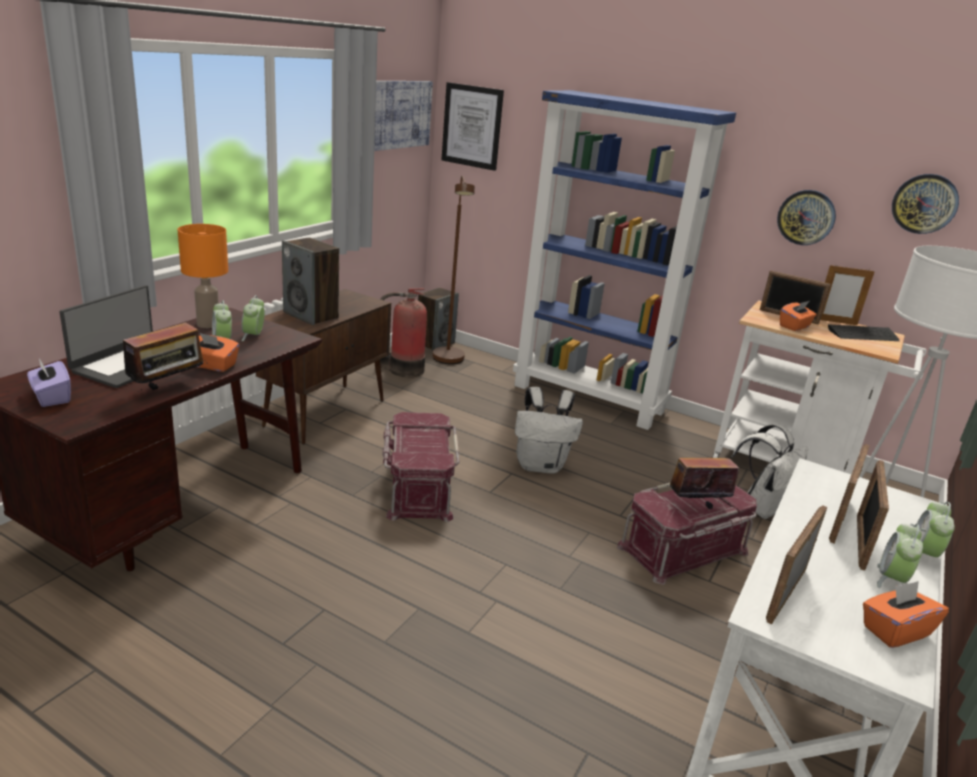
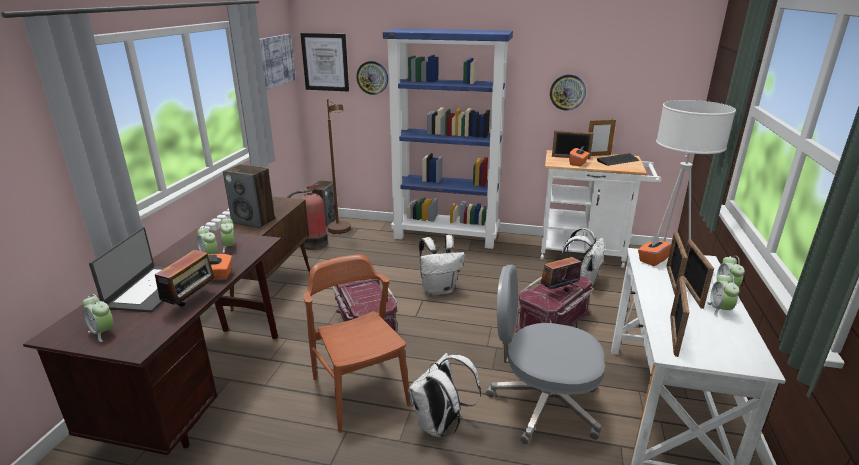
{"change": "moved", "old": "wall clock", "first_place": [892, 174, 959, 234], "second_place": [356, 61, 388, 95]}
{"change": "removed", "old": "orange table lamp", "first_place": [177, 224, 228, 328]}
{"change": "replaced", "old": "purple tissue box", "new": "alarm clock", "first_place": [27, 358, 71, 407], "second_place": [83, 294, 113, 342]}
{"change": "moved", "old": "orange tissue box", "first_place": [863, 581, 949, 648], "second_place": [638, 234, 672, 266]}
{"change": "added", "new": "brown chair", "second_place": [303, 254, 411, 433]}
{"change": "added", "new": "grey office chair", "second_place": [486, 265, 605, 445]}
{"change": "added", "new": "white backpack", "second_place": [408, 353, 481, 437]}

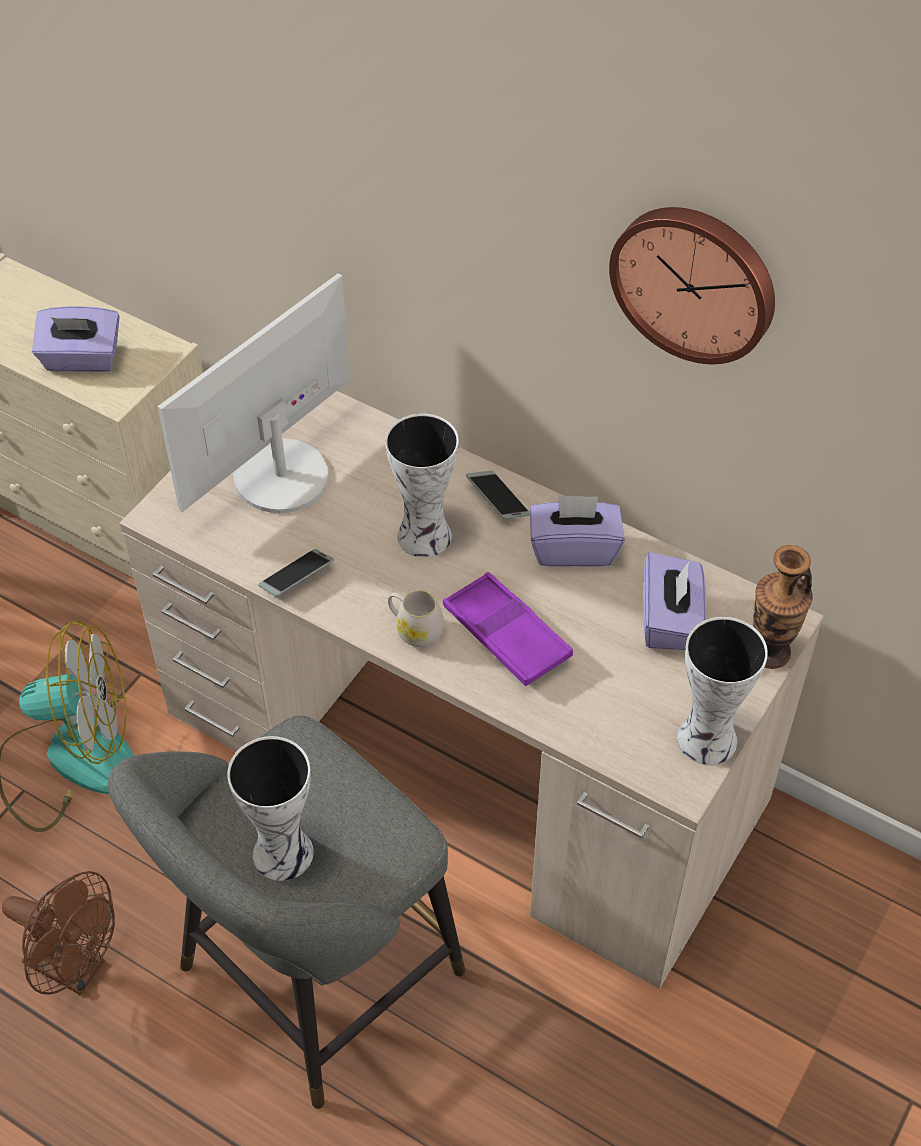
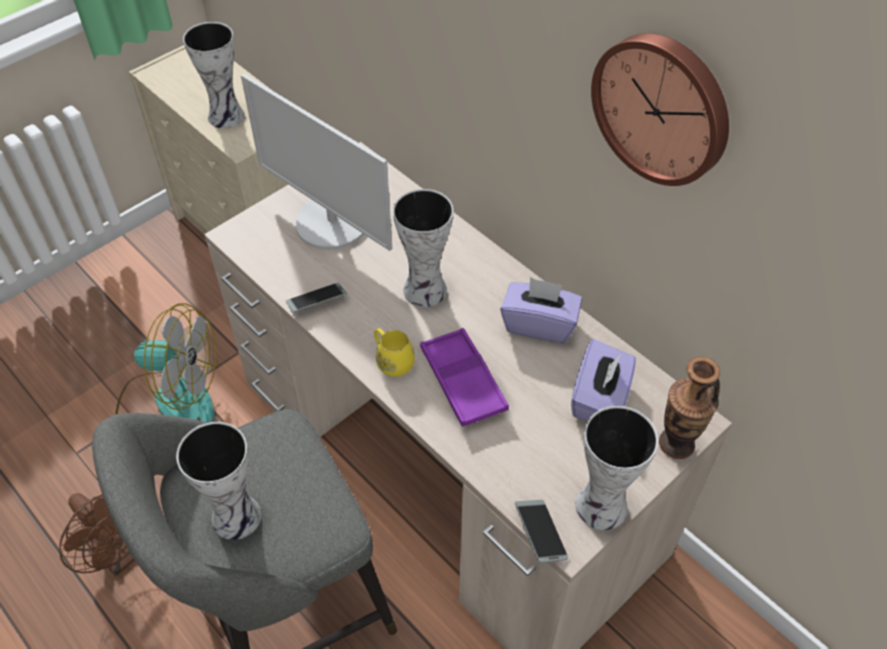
{"change": "turned", "old": "monitor", "first_place": [158, 273, 350, 513], "second_place": [241, 74, 392, 251], "degrees": -105}
{"change": "replaced", "old": "purple tissue box", "new": "vase", "first_place": [32, 306, 120, 372], "second_place": [183, 22, 245, 129]}
{"change": "moved", "old": "phone", "first_place": [466, 471, 530, 519], "second_place": [515, 500, 568, 563]}
{"change": "recoloured", "old": "white mug", "new": "yellow mug", "first_place": [388, 590, 444, 647], "second_place": [374, 328, 415, 377]}

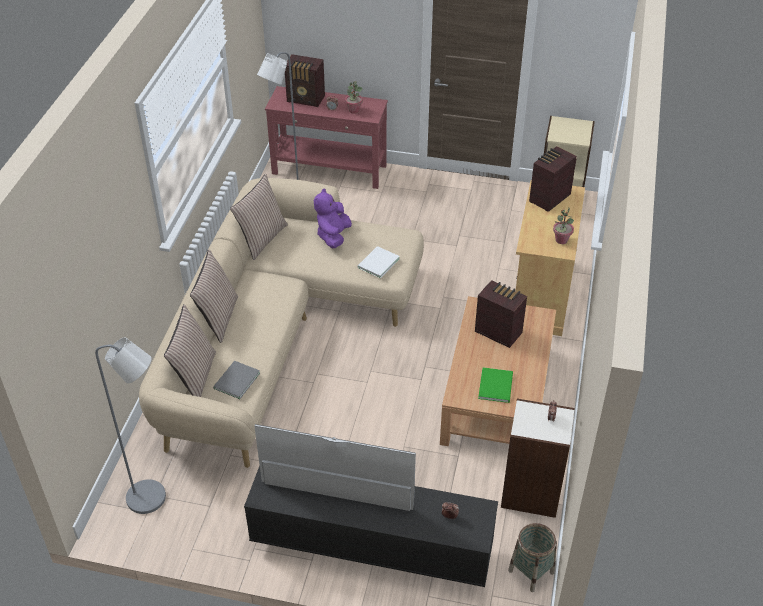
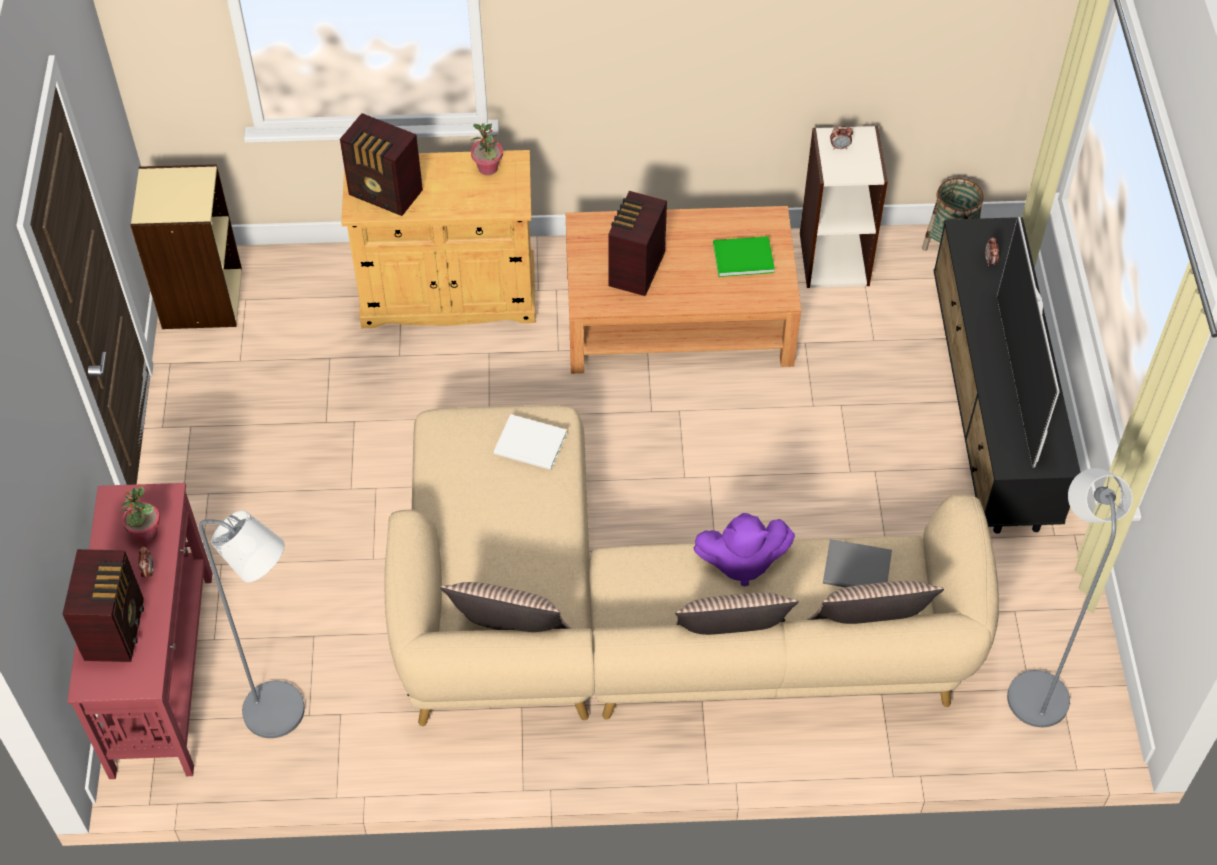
{"change": "moved", "old": "purple plush toy", "first_place": [314, 188, 352, 248], "second_place": [693, 513, 795, 586]}

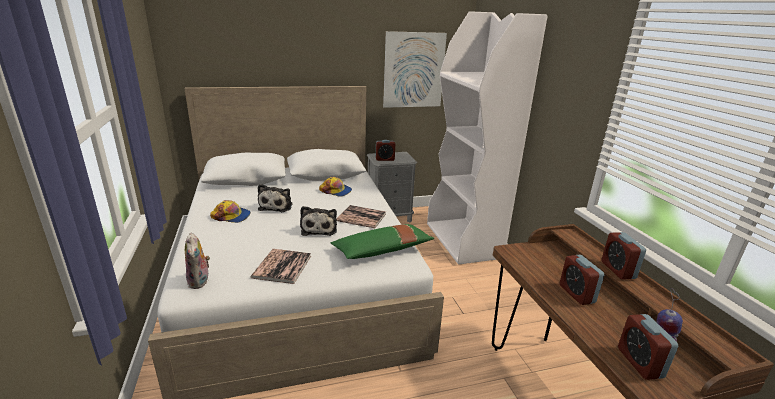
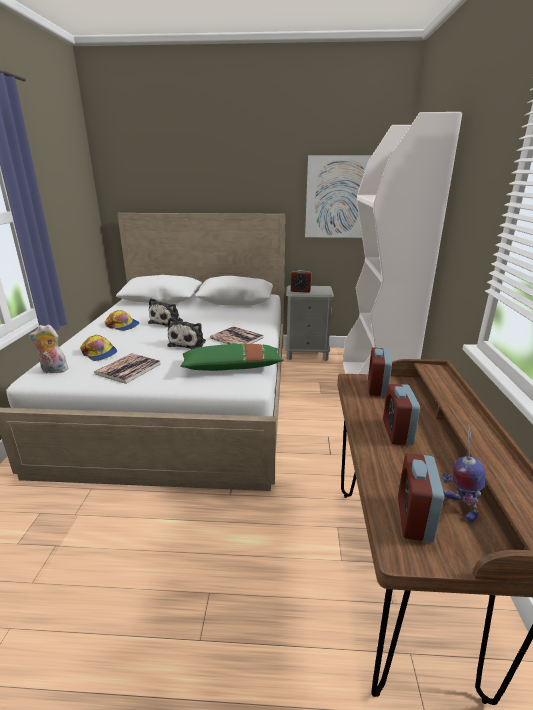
{"change": "moved", "old": "cap", "first_place": [319, 177, 352, 197], "second_place": [80, 335, 117, 361]}
{"change": "moved", "old": "alarm clock", "first_place": [602, 232, 646, 280], "second_place": [368, 347, 392, 397]}
{"change": "turned", "old": "plush toy", "first_place": [185, 233, 210, 289], "second_place": [29, 324, 68, 373], "degrees": 90}

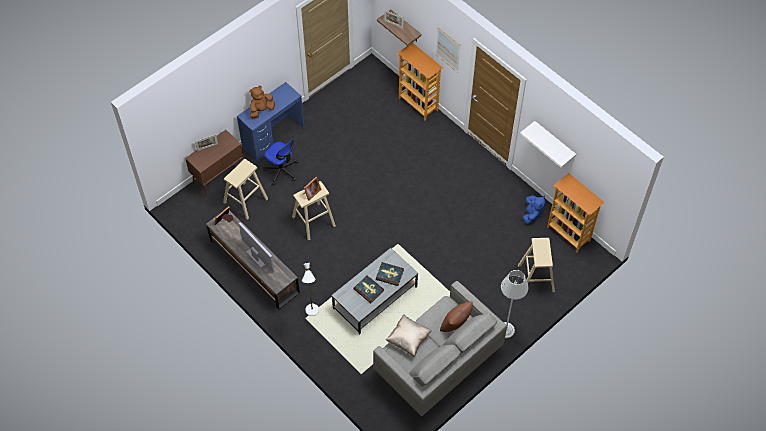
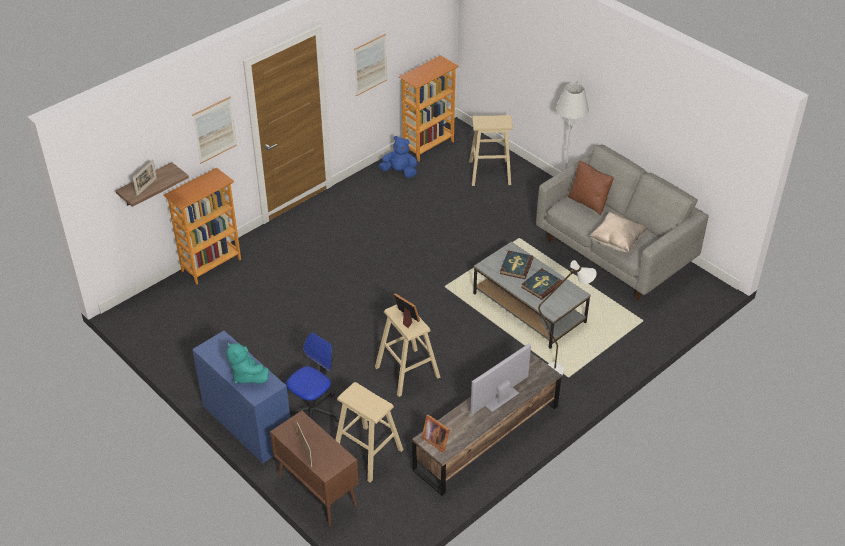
{"change": "recoloured", "old": "brown plush toy", "new": "turquoise plush toy", "first_place": [249, 86, 275, 118], "second_place": [226, 342, 269, 384]}
{"change": "replaced", "old": "white shelf", "new": "picture", "first_place": [520, 121, 576, 168], "second_place": [354, 34, 387, 96]}

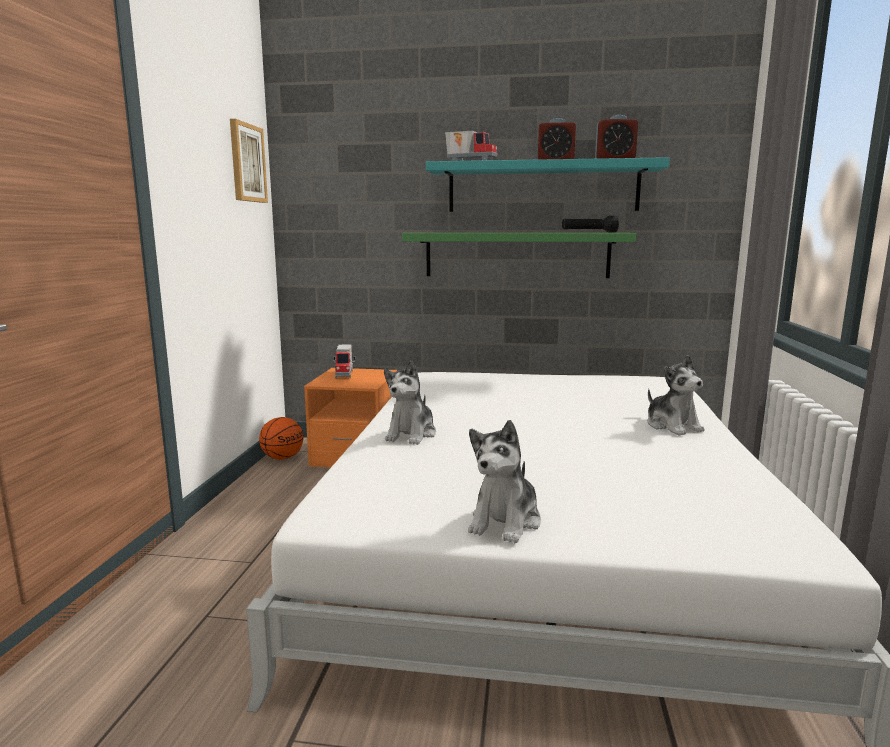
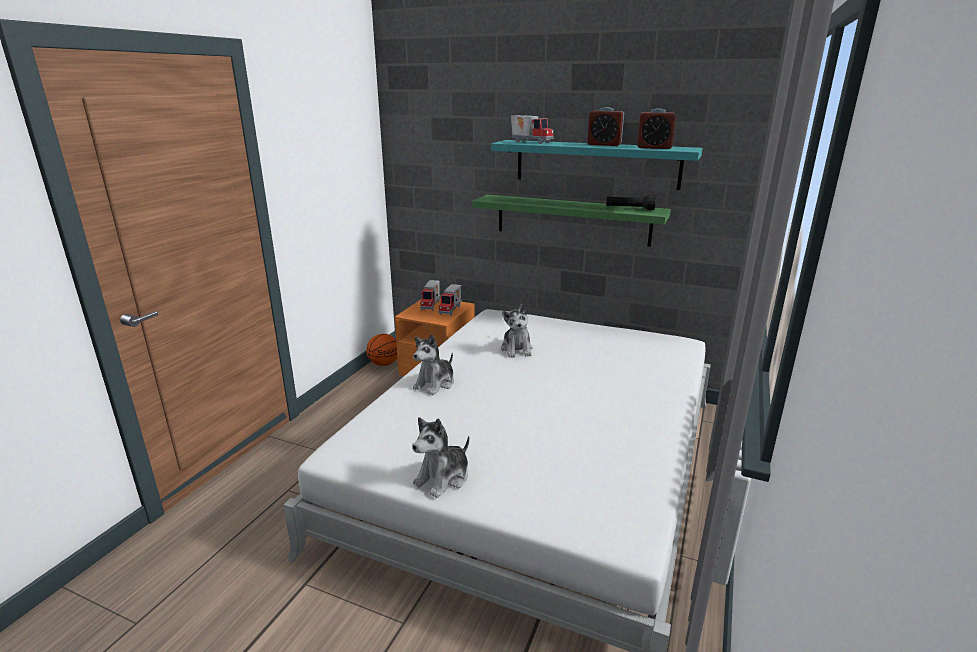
{"change": "removed", "old": "picture", "first_place": [230, 119, 268, 203]}
{"change": "moved", "old": "plush toy", "first_place": [647, 355, 705, 436], "second_place": [501, 304, 533, 358]}
{"change": "added", "new": "toy truck", "second_place": [438, 284, 461, 316]}

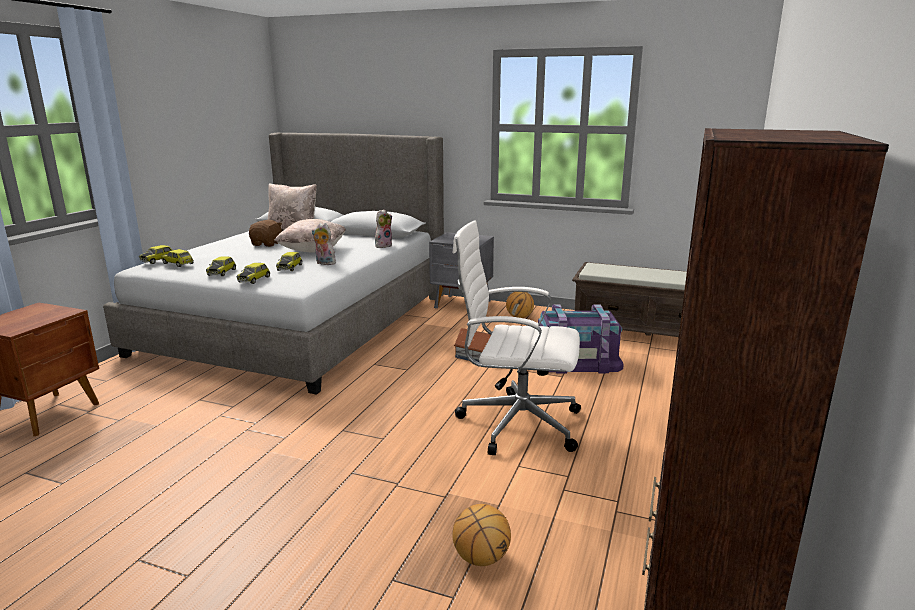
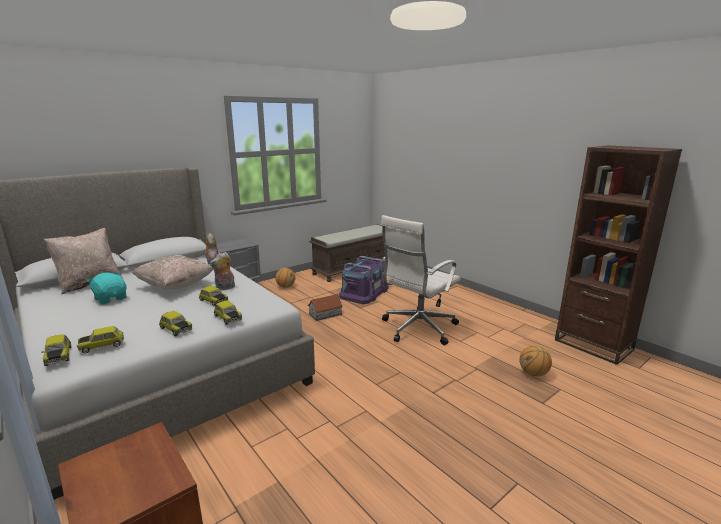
{"change": "recoloured", "old": "brown plush toy", "new": "turquoise plush toy", "first_place": [249, 220, 282, 247], "second_place": [86, 272, 127, 305]}

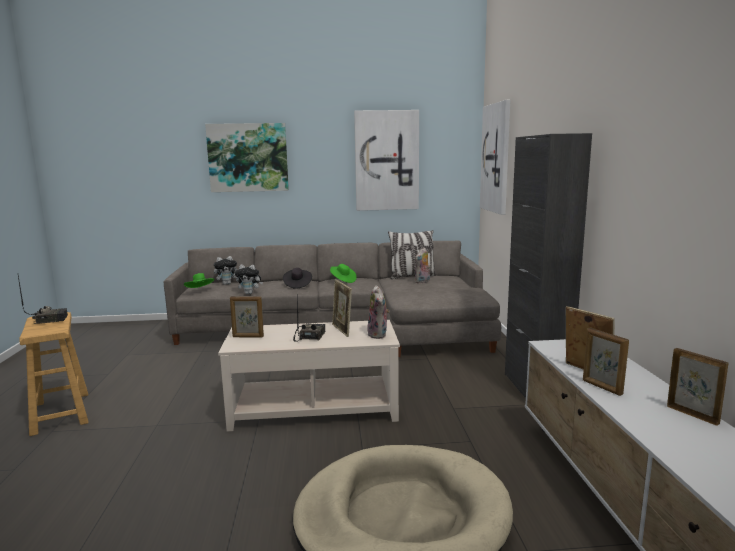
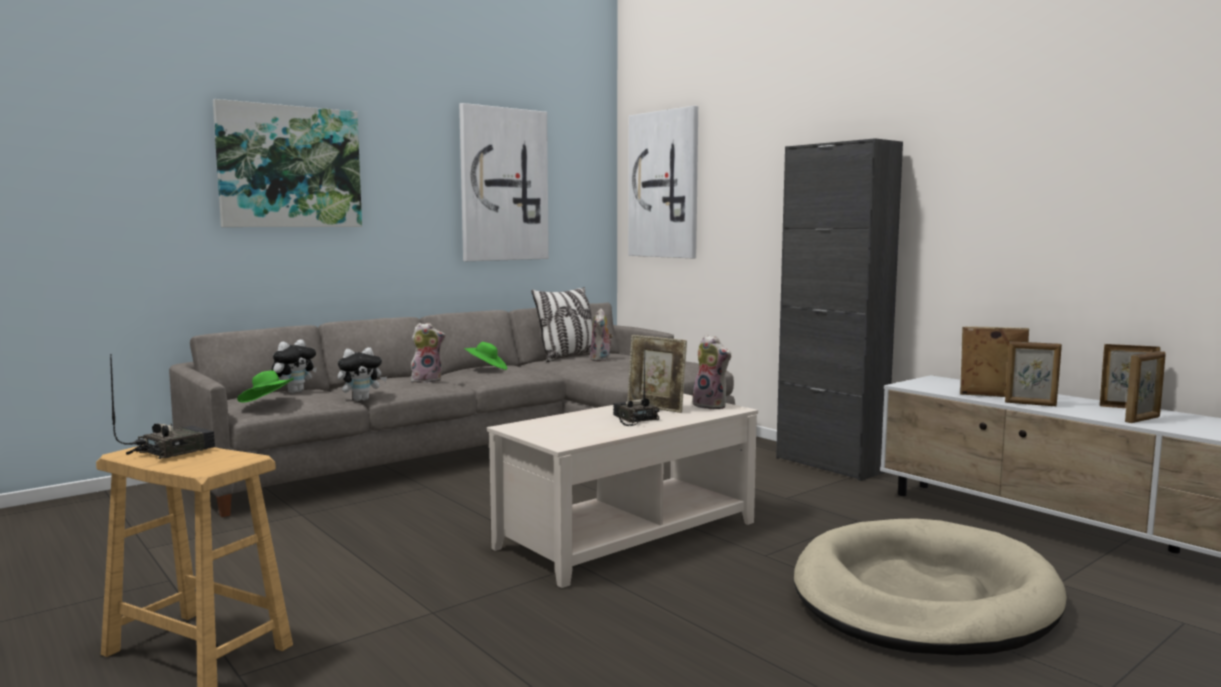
{"change": "replaced", "old": "black hat", "new": "plush toy", "first_place": [283, 268, 312, 288], "second_place": [411, 323, 446, 383]}
{"change": "moved", "old": "picture frame", "first_place": [230, 296, 264, 338], "second_place": [1125, 351, 1166, 423]}

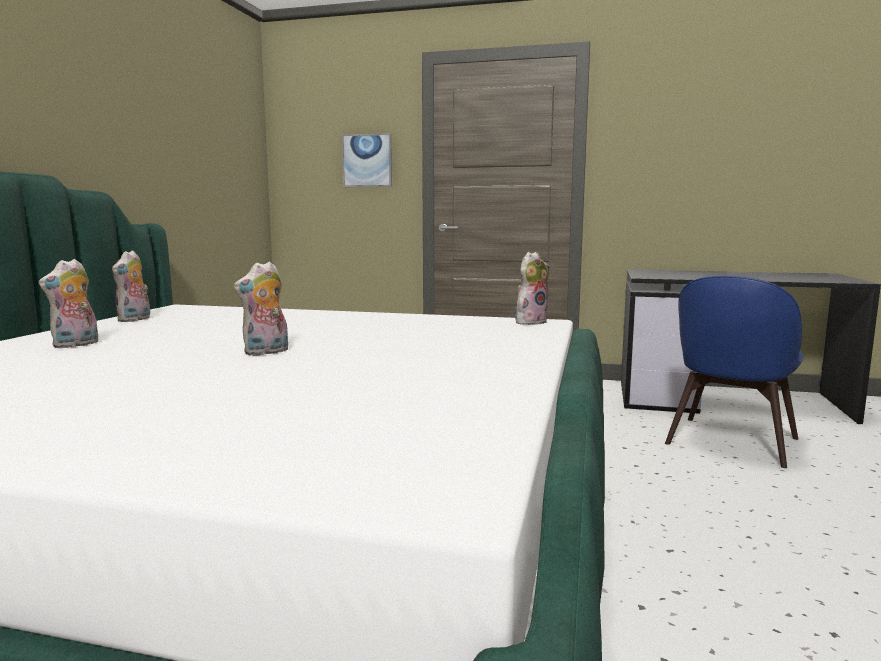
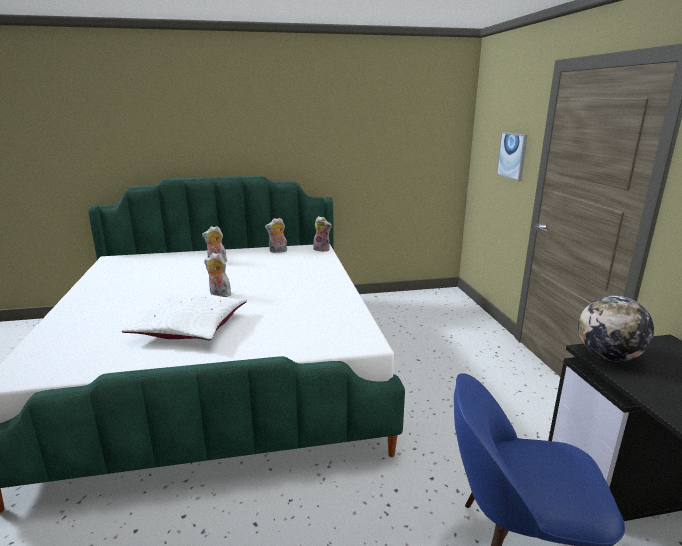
{"change": "moved", "old": "plush toy", "first_place": [515, 252, 549, 325], "second_place": [313, 216, 332, 252]}
{"change": "added", "new": "white pillow", "second_place": [122, 294, 247, 341]}
{"change": "added", "new": "globe", "second_place": [578, 296, 654, 362]}

